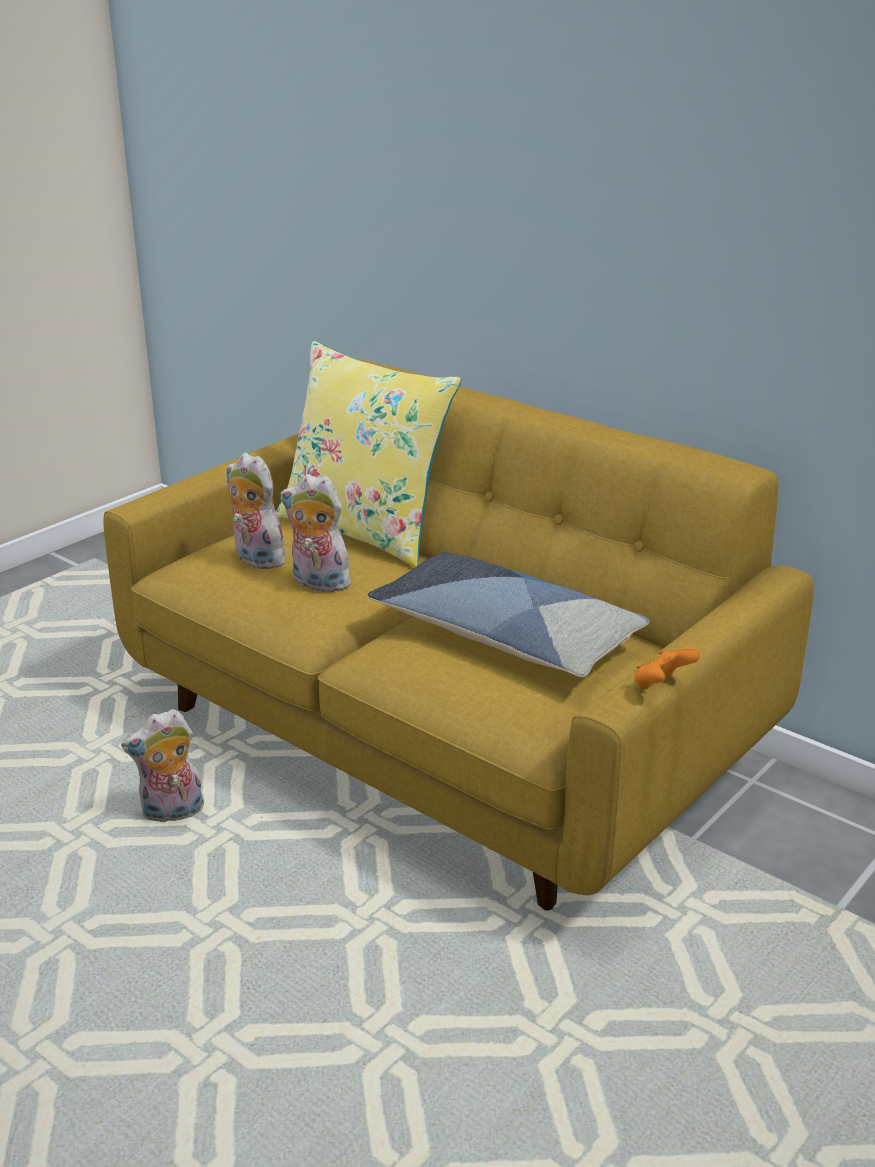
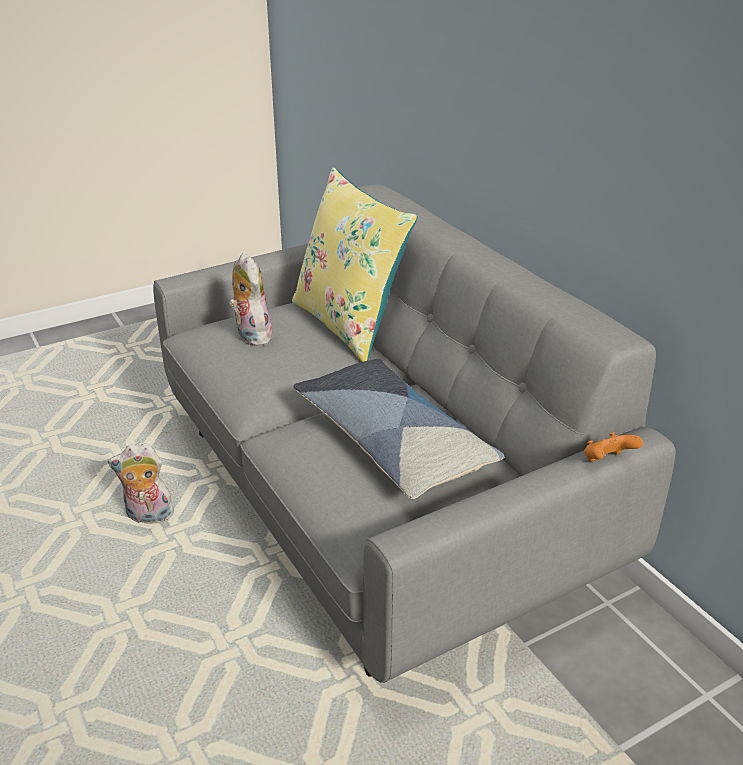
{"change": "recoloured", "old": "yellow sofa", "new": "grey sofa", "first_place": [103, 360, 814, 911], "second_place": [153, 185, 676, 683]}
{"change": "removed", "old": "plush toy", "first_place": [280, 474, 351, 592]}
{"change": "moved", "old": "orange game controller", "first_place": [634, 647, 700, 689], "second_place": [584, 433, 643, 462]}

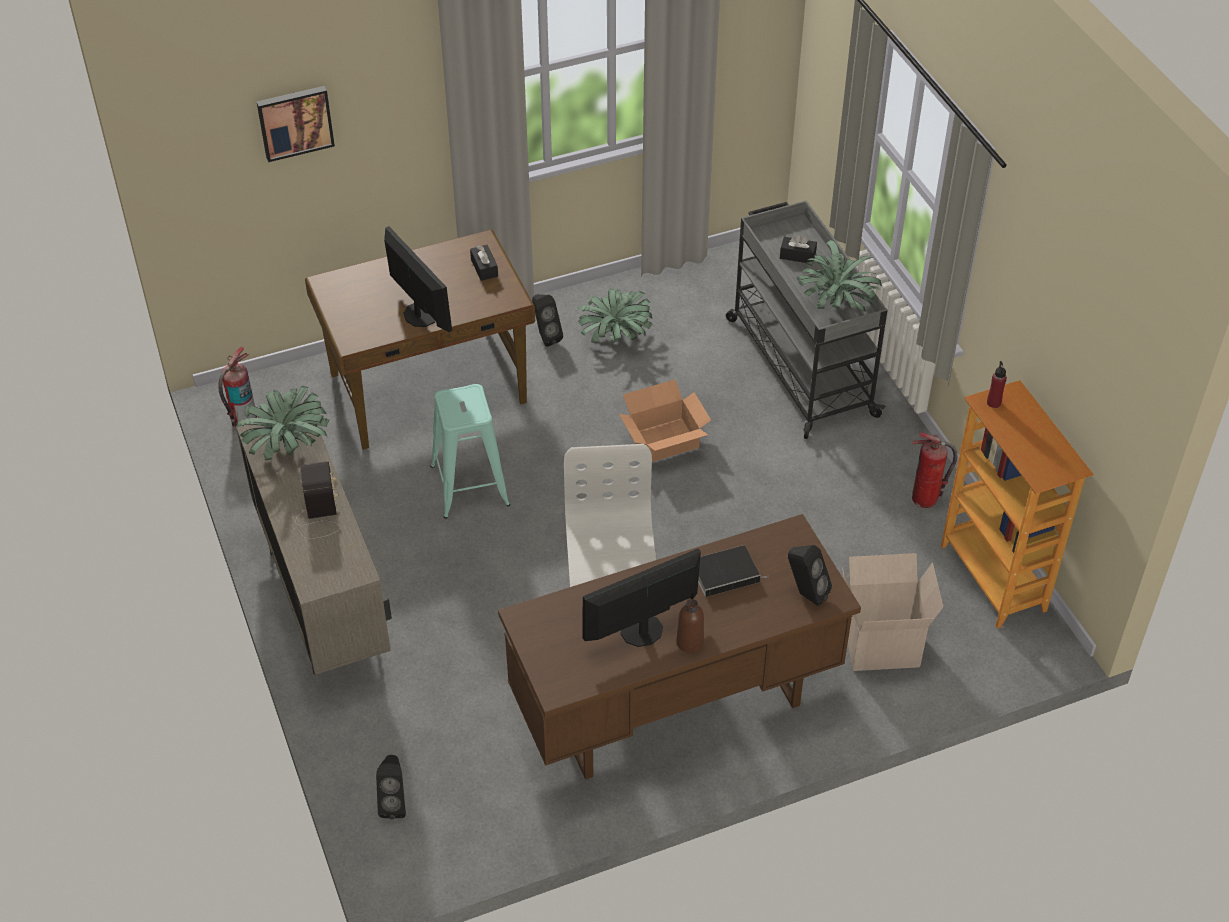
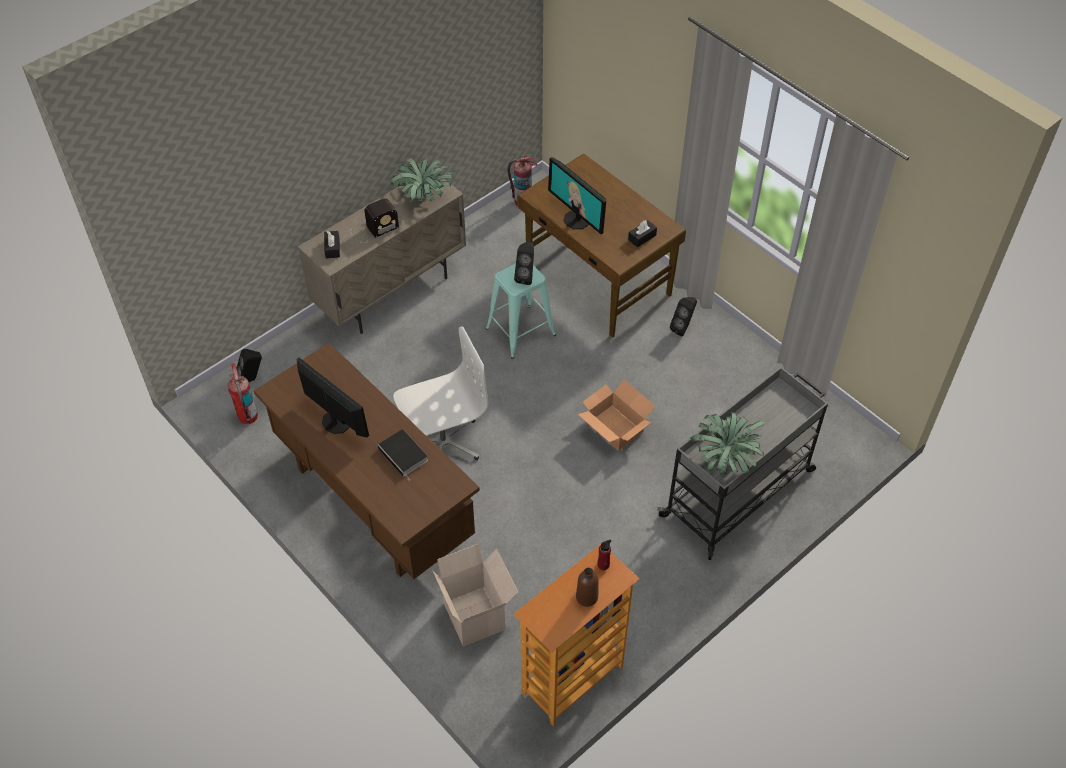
{"change": "removed", "old": "picture", "first_place": [257, 86, 335, 162]}
{"change": "turned", "old": "monitor", "first_place": [384, 226, 452, 332], "second_place": [548, 157, 606, 234], "degrees": 105}
{"change": "moved", "old": "black tissue box", "first_place": [780, 235, 817, 264], "second_place": [324, 231, 340, 258]}
{"change": "removed", "old": "potted plant", "first_place": [578, 288, 653, 344]}
{"change": "moved", "old": "fire extinguisher", "first_place": [912, 433, 958, 508], "second_place": [228, 363, 258, 424]}
{"change": "moved", "old": "black speaker", "first_place": [788, 545, 832, 607], "second_place": [514, 241, 534, 285]}
{"change": "moved", "old": "brown bottle", "first_place": [677, 599, 704, 653], "second_place": [576, 568, 598, 607]}

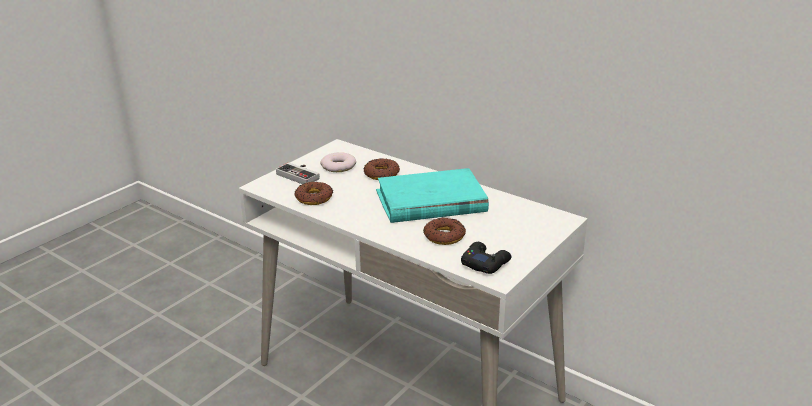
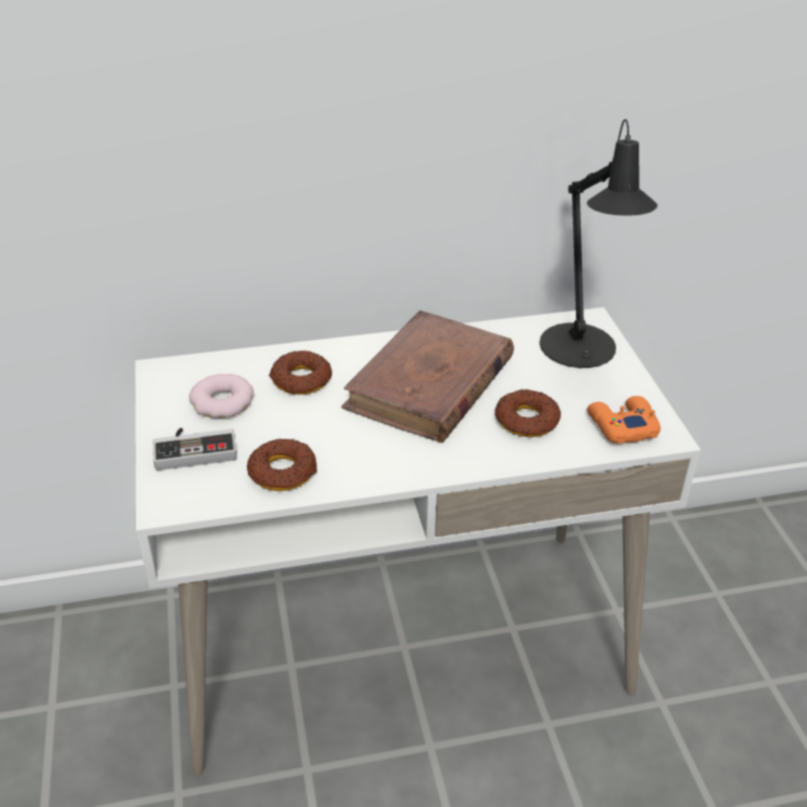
{"change": "recoloured", "old": "turquoise book", "new": "brown book", "first_place": [376, 168, 489, 223], "second_place": [341, 310, 514, 443]}
{"change": "recoloured", "old": "black game controller", "new": "orange game controller", "first_place": [461, 242, 511, 274], "second_place": [587, 396, 661, 444]}
{"change": "added", "new": "black table lamp", "second_place": [539, 119, 658, 368]}

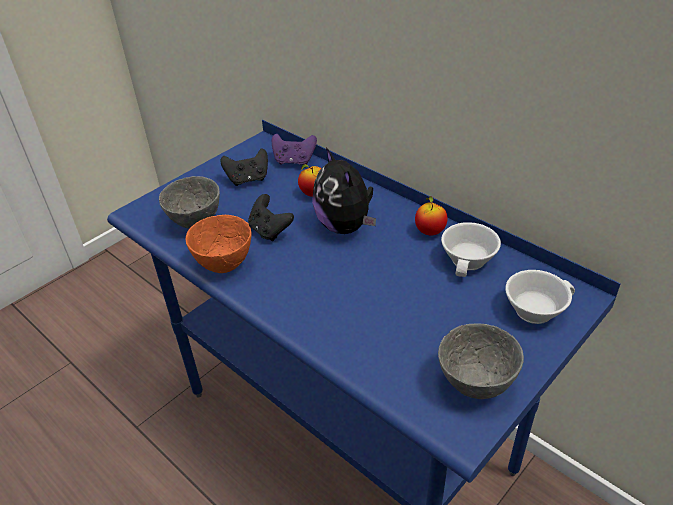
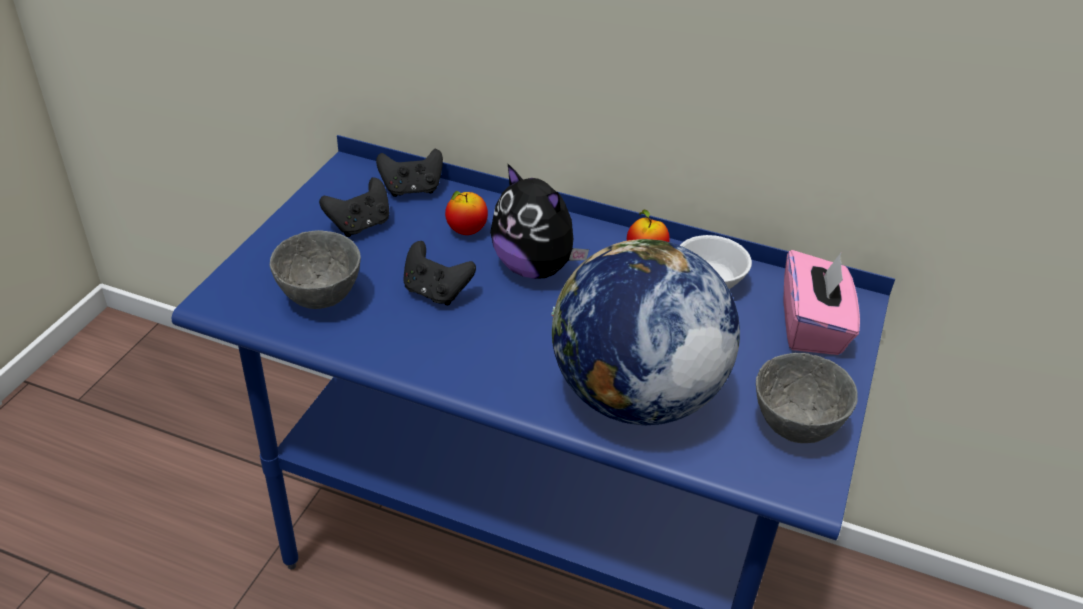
{"change": "recoloured", "old": "purple game controller", "new": "black game controller", "first_place": [272, 134, 317, 165], "second_place": [376, 149, 443, 197]}
{"change": "removed", "old": "orange bowl", "first_place": [185, 215, 251, 273]}
{"change": "replaced", "old": "white cup", "new": "pink tissue box", "first_place": [505, 270, 575, 324], "second_place": [783, 250, 860, 355]}
{"change": "added", "new": "globe", "second_place": [551, 239, 740, 425]}

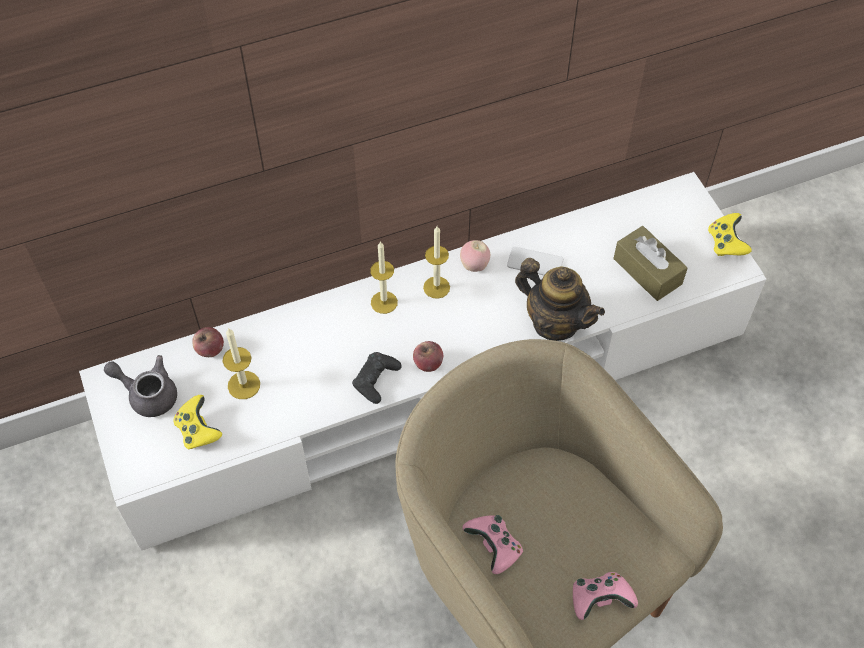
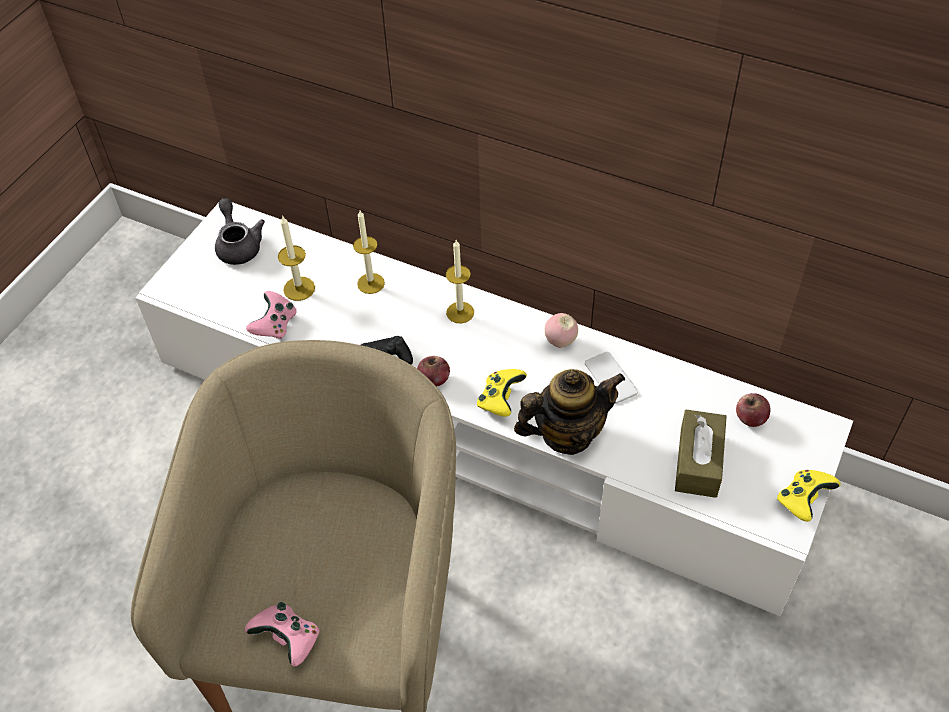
{"change": "moved", "old": "candle", "first_place": [423, 226, 450, 299], "second_place": [353, 211, 385, 294]}
{"change": "turned", "old": "teapot", "first_place": [515, 258, 605, 341], "second_place": [514, 369, 625, 455], "degrees": -105}
{"change": "moved", "old": "apple", "first_place": [192, 327, 224, 357], "second_place": [736, 393, 770, 427]}
{"change": "moved", "old": "yellow game controller", "first_place": [174, 395, 222, 450], "second_place": [477, 369, 527, 417]}
{"change": "moved", "old": "pink game controller", "first_place": [462, 515, 523, 574], "second_place": [246, 291, 297, 339]}

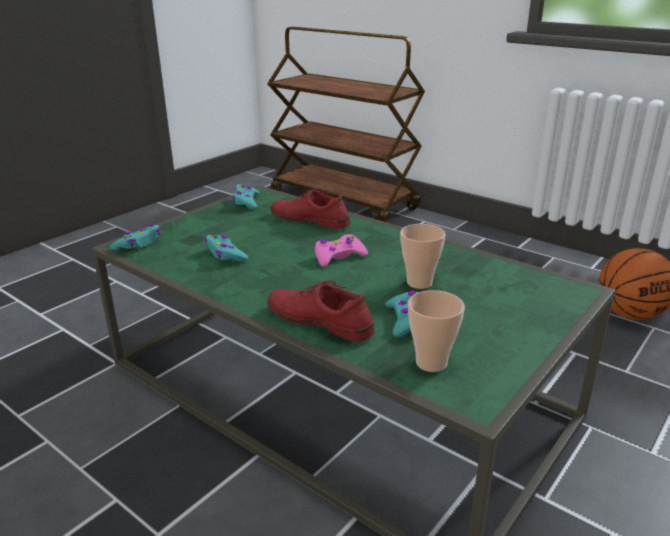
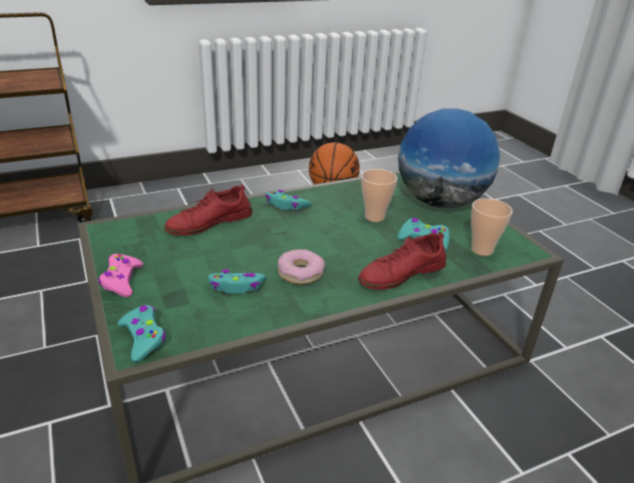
{"change": "moved", "old": "turquoise game controller", "first_place": [232, 184, 260, 209], "second_place": [265, 190, 311, 210]}
{"change": "moved", "old": "pink game controller", "first_place": [314, 234, 368, 267], "second_place": [98, 254, 143, 297]}
{"change": "added", "new": "globe", "second_place": [398, 109, 500, 208]}
{"change": "added", "new": "donut", "second_place": [278, 249, 325, 284]}

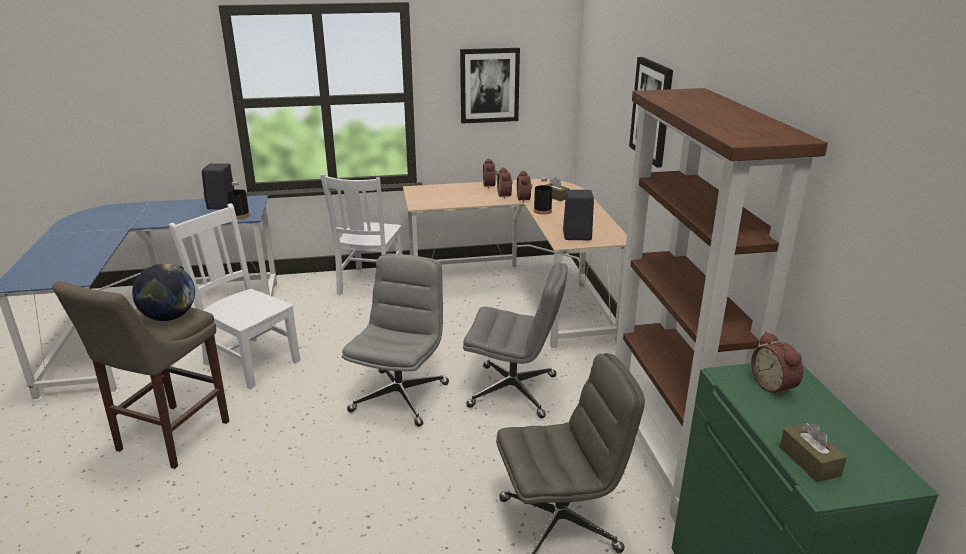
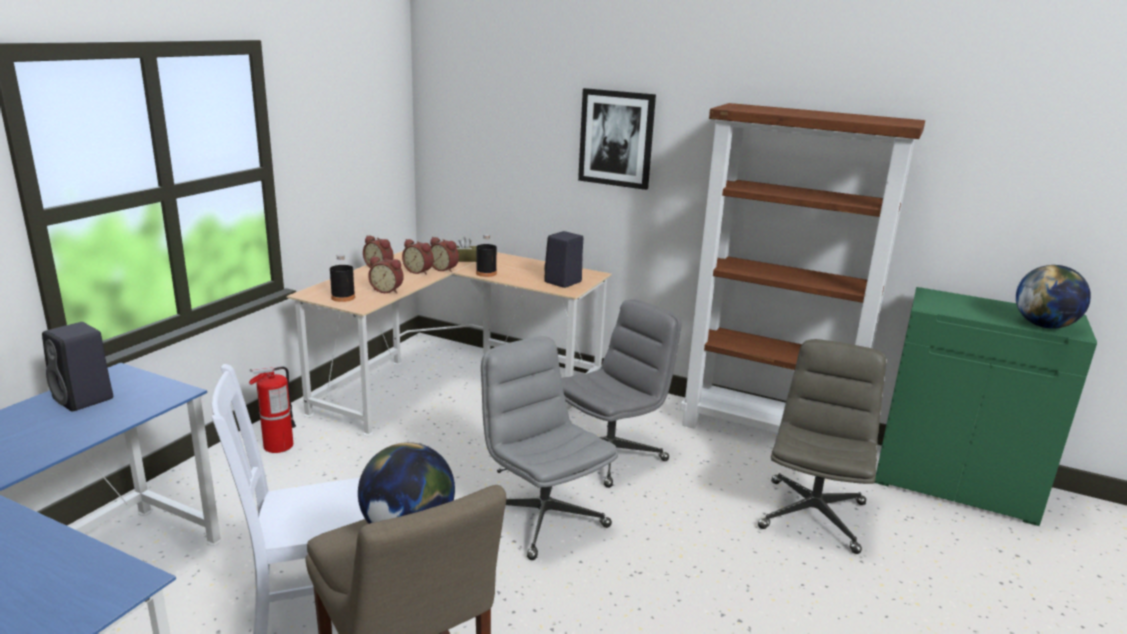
{"change": "removed", "old": "picture", "first_place": [460, 48, 520, 123]}
{"change": "replaced", "old": "white chair", "new": "fire extinguisher", "first_place": [320, 174, 403, 295], "second_place": [249, 366, 296, 453]}
{"change": "moved", "old": "black bottle", "first_place": [227, 181, 250, 219], "second_place": [330, 254, 355, 302]}
{"change": "moved", "old": "alarm clock", "first_place": [751, 332, 803, 398], "second_place": [368, 257, 404, 293]}
{"change": "replaced", "old": "brown tissue box", "new": "globe", "first_place": [780, 423, 847, 483], "second_place": [1016, 265, 1091, 329]}

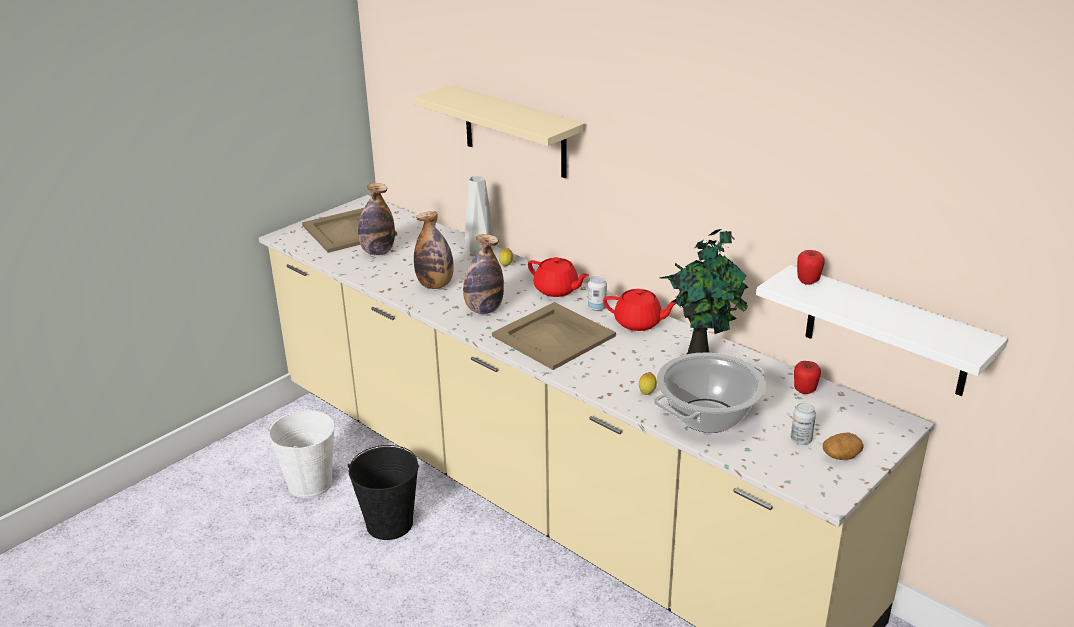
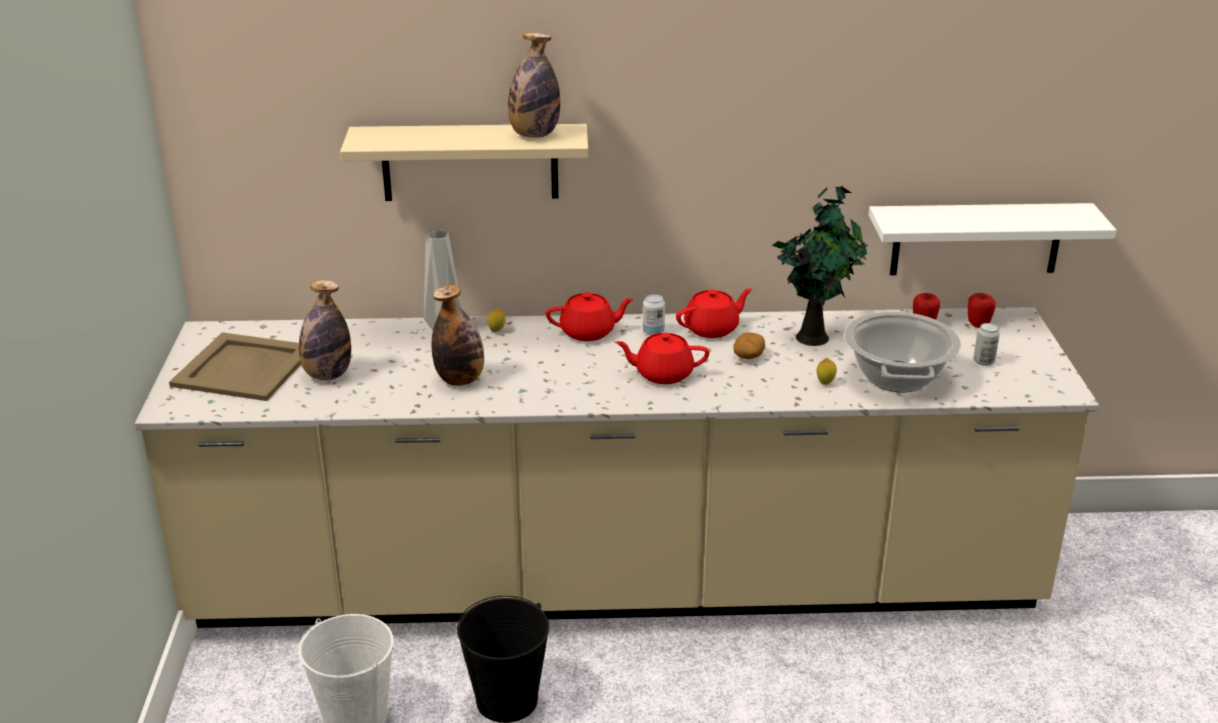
{"change": "moved", "old": "bottle", "first_place": [463, 234, 504, 314], "second_place": [508, 33, 560, 138]}
{"change": "moved", "old": "apple", "first_place": [797, 250, 824, 285], "second_place": [968, 293, 996, 328]}
{"change": "replaced", "old": "beige tray", "new": "red teapot", "first_place": [492, 302, 616, 370], "second_place": [615, 333, 709, 384]}
{"change": "moved", "old": "potato", "first_place": [823, 432, 864, 460], "second_place": [733, 332, 765, 359]}

